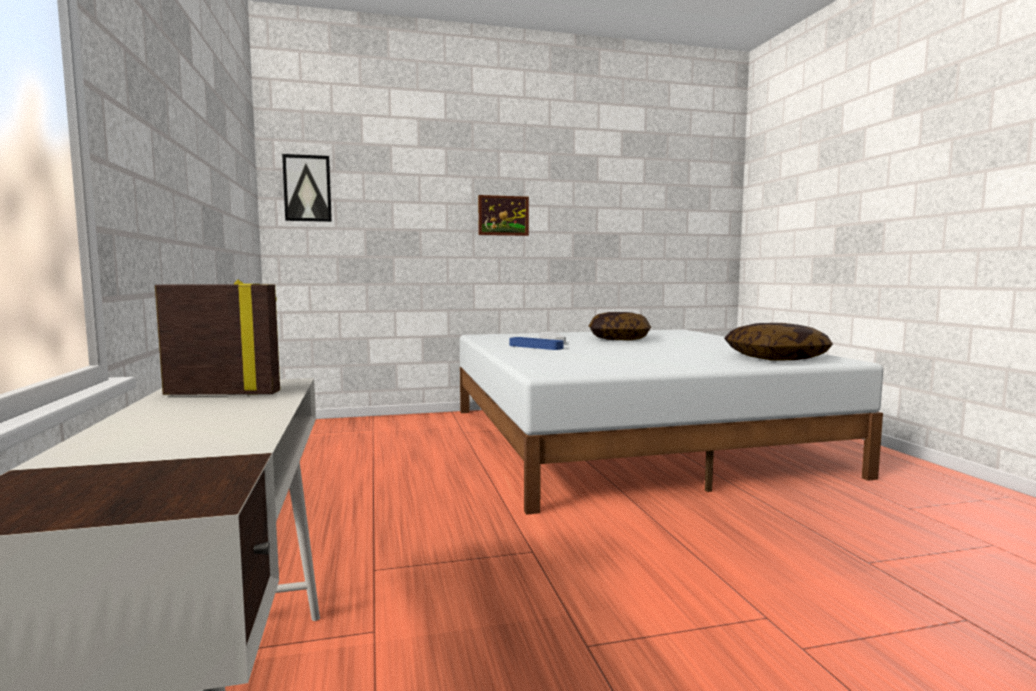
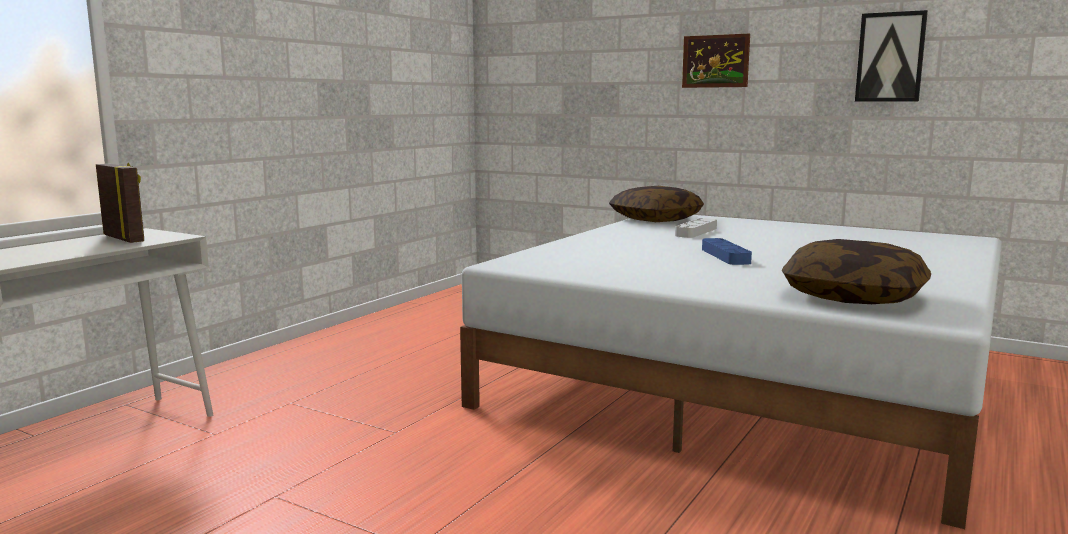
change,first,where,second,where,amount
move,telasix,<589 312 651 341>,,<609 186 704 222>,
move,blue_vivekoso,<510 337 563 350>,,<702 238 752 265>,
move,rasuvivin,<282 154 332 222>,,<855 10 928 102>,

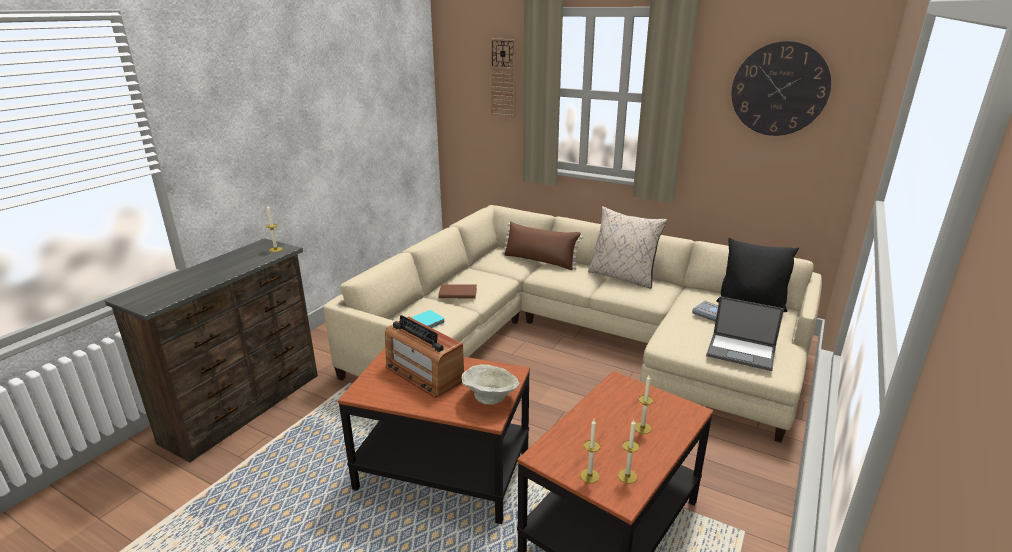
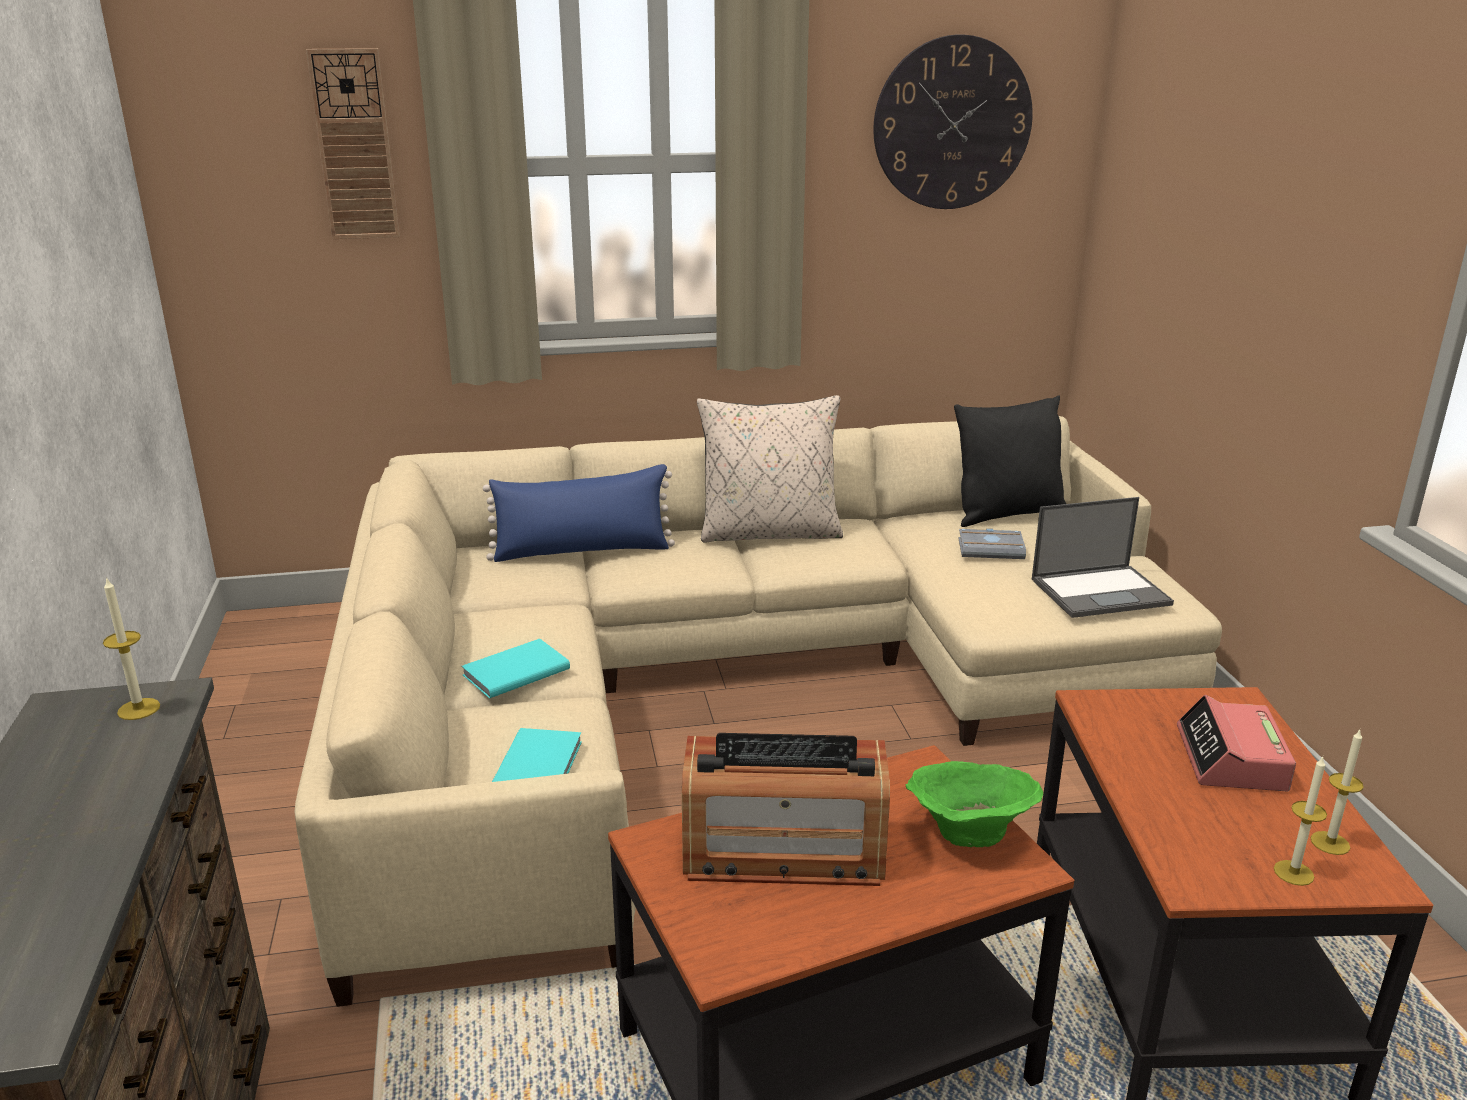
change,first,where,second,where,amount
recolor,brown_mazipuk,<438 284 477 298>,turquoise_mazipuk,<462 639 570 698>,
recolor,brown_telasix,<502 221 583 270>,blue_telasix,<483 464 675 562>,
recolor,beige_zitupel,<462 364 519 405>,green_zitupel,<906 761 1043 847>,
replace,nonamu,<635 375 654 434>,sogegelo,<1177 695 1296 791>,

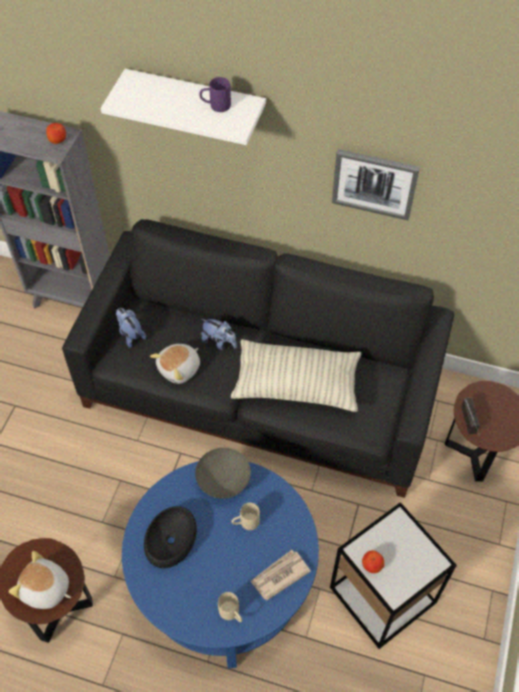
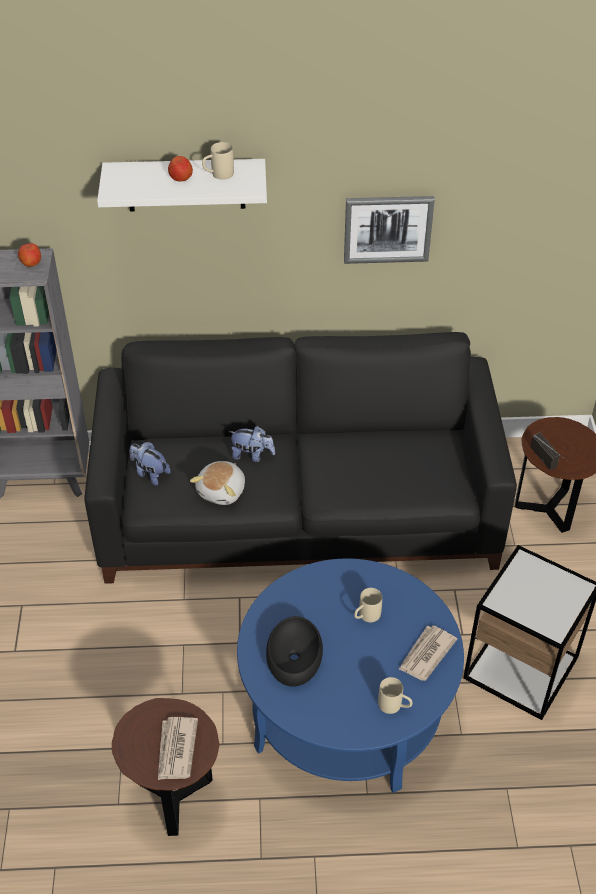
change,first,where,second,where,amount
replace,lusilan,<9 551 71 609>,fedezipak,<158 717 198 780>,
move,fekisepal,<362 550 385 573>,,<168 156 193 182>,
recolor,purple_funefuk,<199 77 231 112>,beige_funefuk,<202 142 234 180>,
delete,grey_zitupel,<195 448 251 499>,,,
delete,telasix,<230 339 361 412>,,,

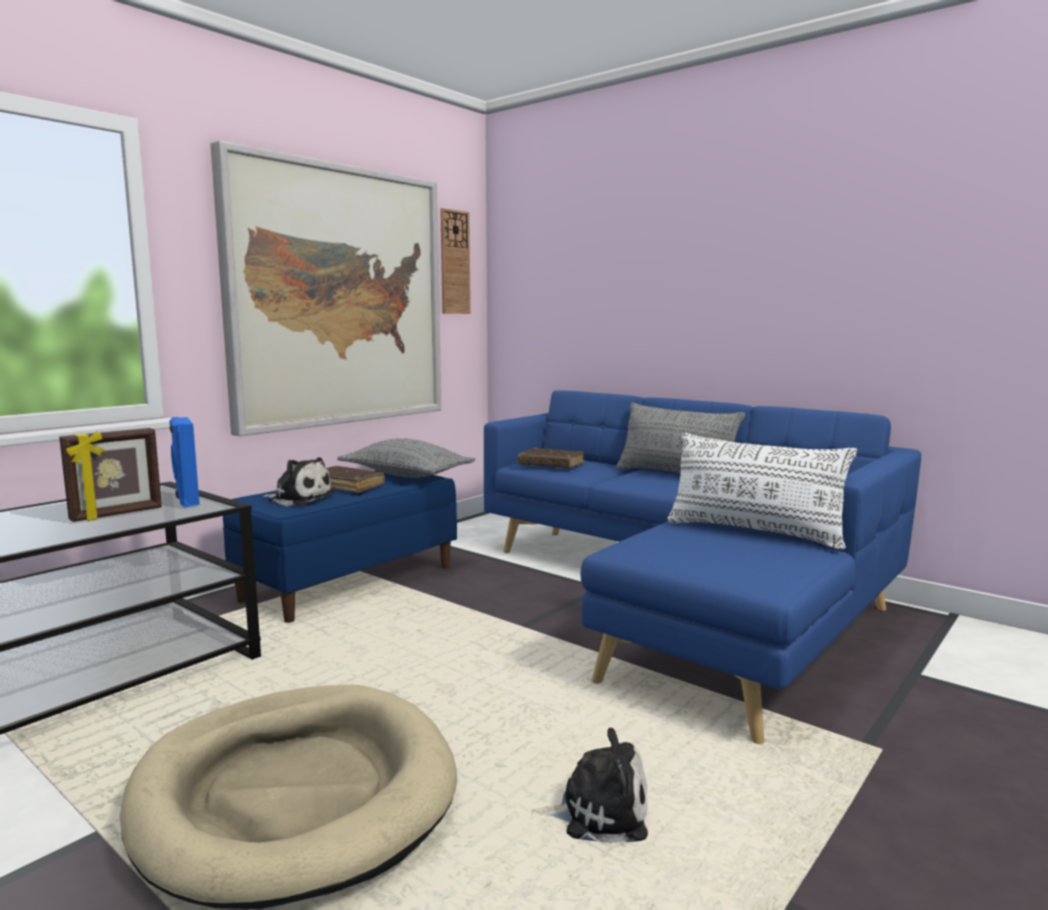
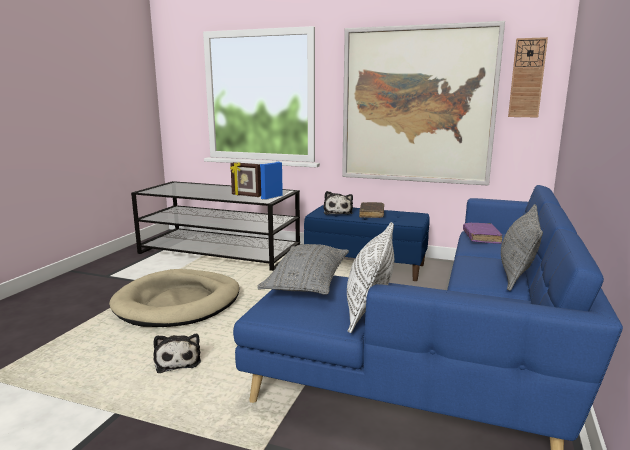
change,first,where,second,where,amount
move,grey_telasix,<337 438 475 478>,,<257 244 349 295>,
recolor,brown_mazipuk,<518 448 584 469>,purple_mazipuk,<463 223 502 244>,

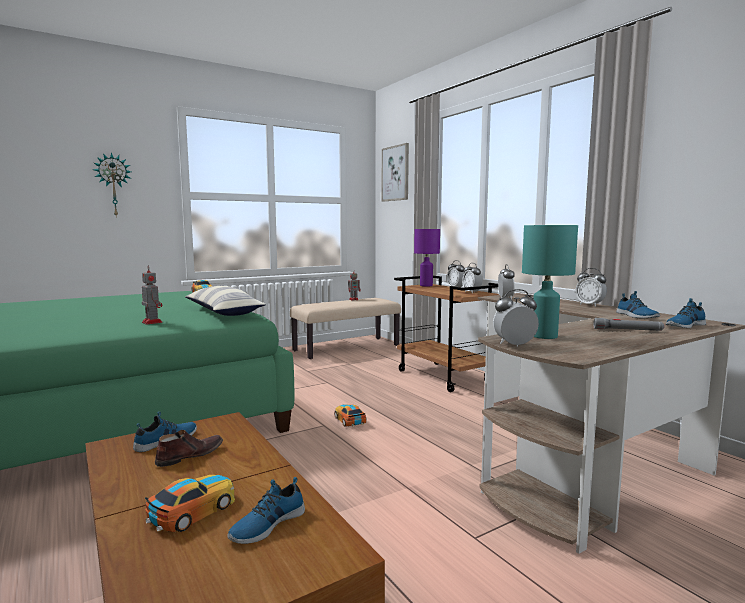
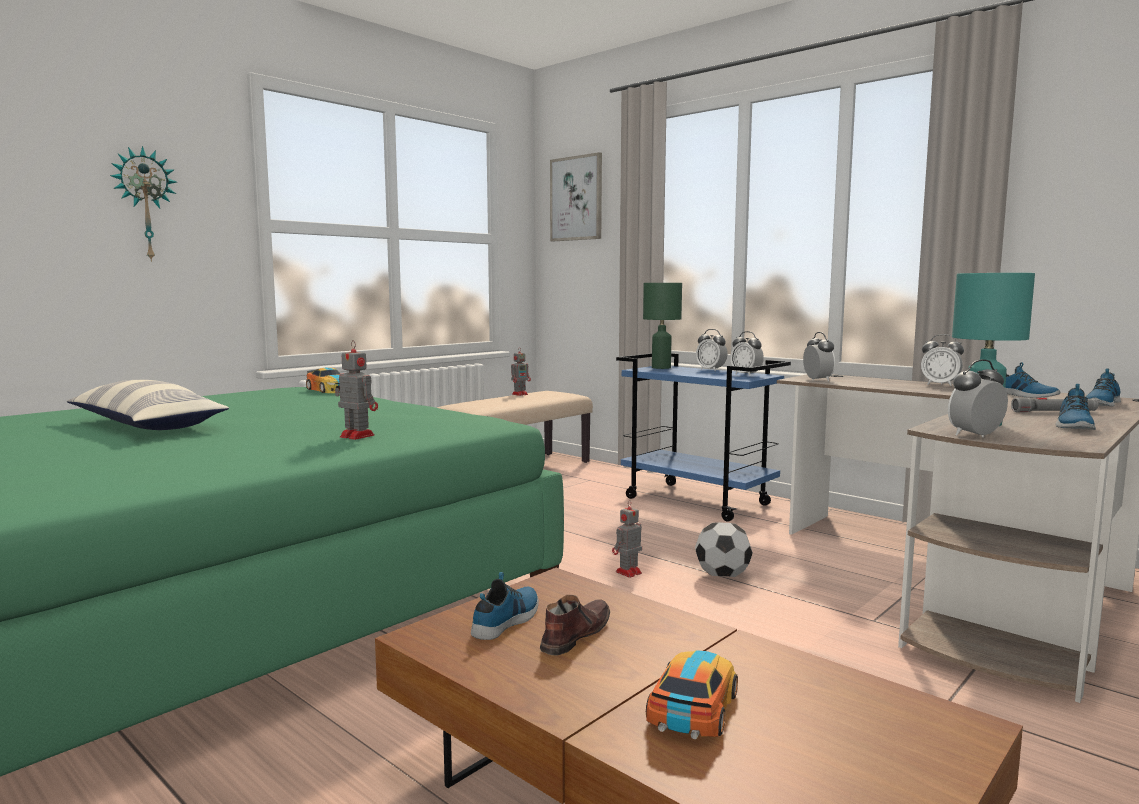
change,first,where,second,where,amount
move,telasix,<185 286 266 316>,,<67 380 229 430>,
replace,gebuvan,<334 404 367 427>,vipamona,<612 500 642 578>,
recolor,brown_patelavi,<394 275 499 392>,blue_patelavi,<616 353 791 522>,
recolor,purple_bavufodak,<414 229 440 286>,green_bavufodak,<643 283 682 369>,
insert,,,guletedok,<695 522 753 577>,
move,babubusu,<227 477 305 544>,,<1055 384 1096 430>,

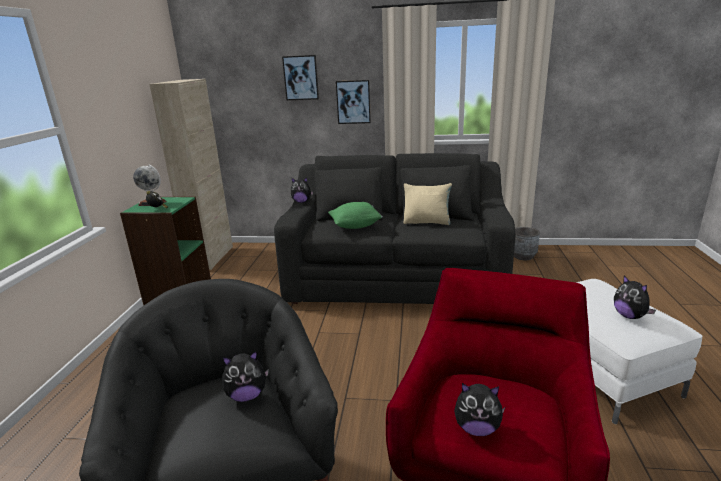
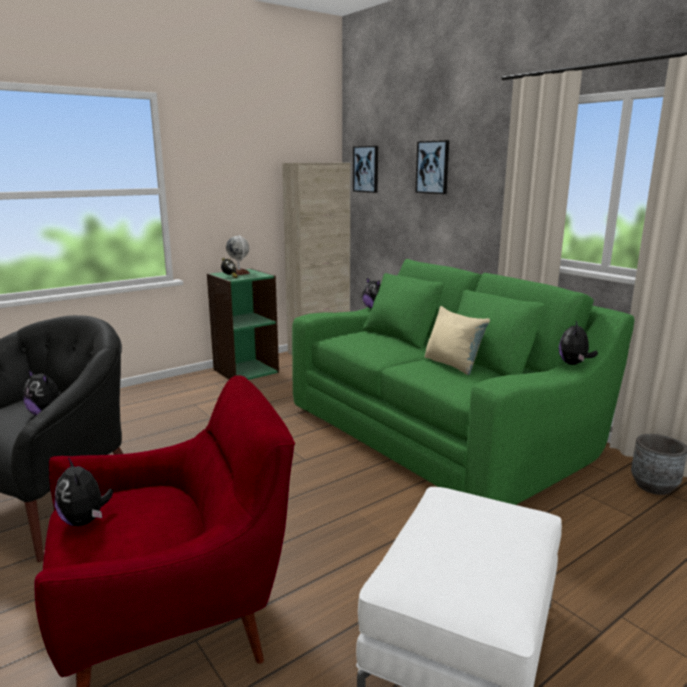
change,first,where,second,where,amount
recolor,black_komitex,<274 153 515 304>,green_komitex,<292 259 635 505>,
move,rasuvivin,<336 80 371 124>,,<353 146 378 193>,
move,lusilan,<614 275 656 319>,,<559 321 598 365>,
delete,green_telasix,<328 202 383 229>,,,

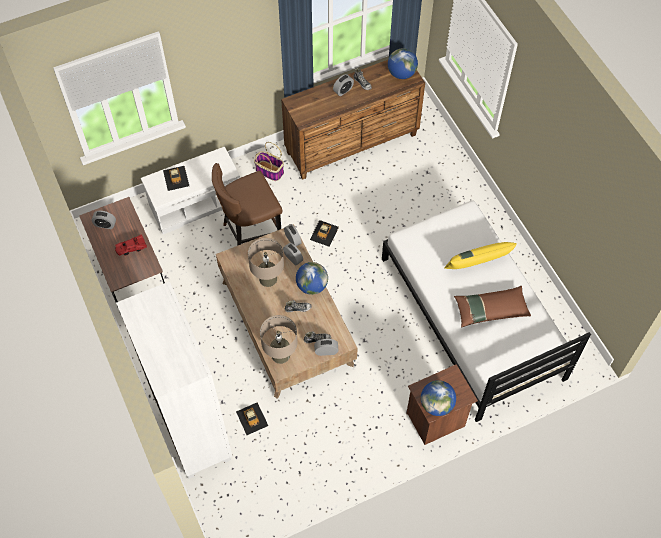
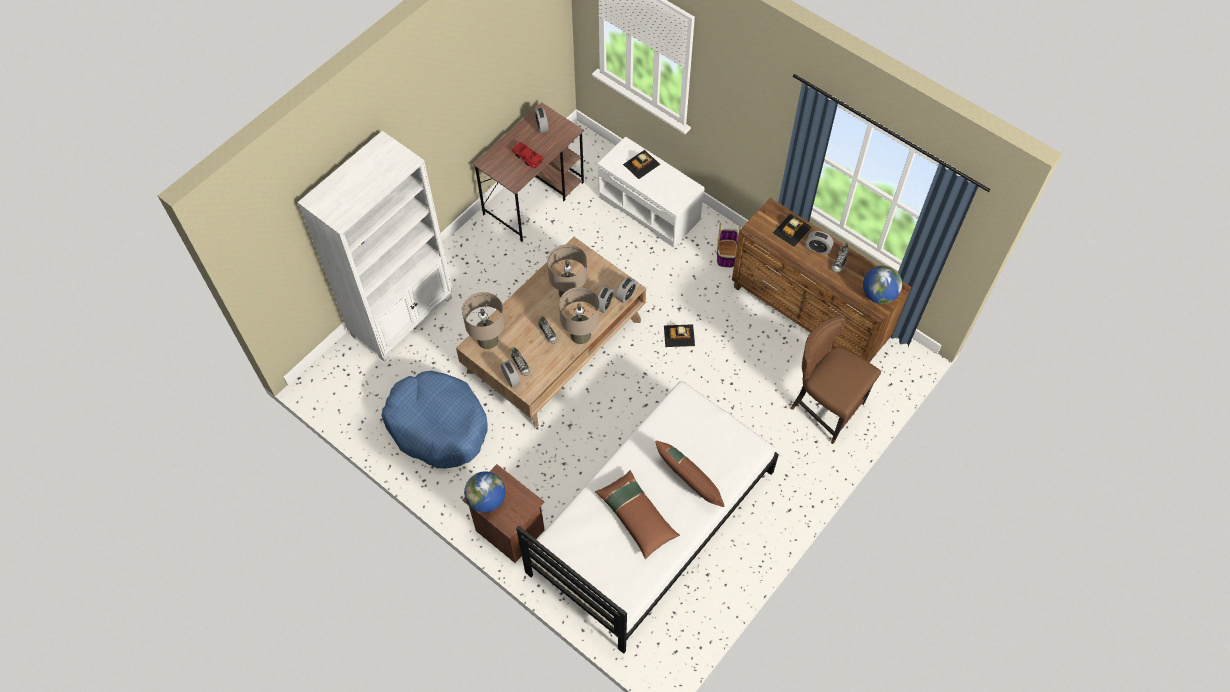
change,first,where,second,where,amount
insert,,,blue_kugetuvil,<382 370 488 468>,
replace,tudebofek,<296 262 328 295>,beige_bavufodak,<559 287 600 344>,
recolor,yellow_telasix,<444 242 517 269>,brown_telasix,<656 441 725 507>,
move,gebuvan,<236 402 268 435>,,<773 214 812 247>,
move,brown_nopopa,<212 163 282 246>,,<791 315 881 444>,

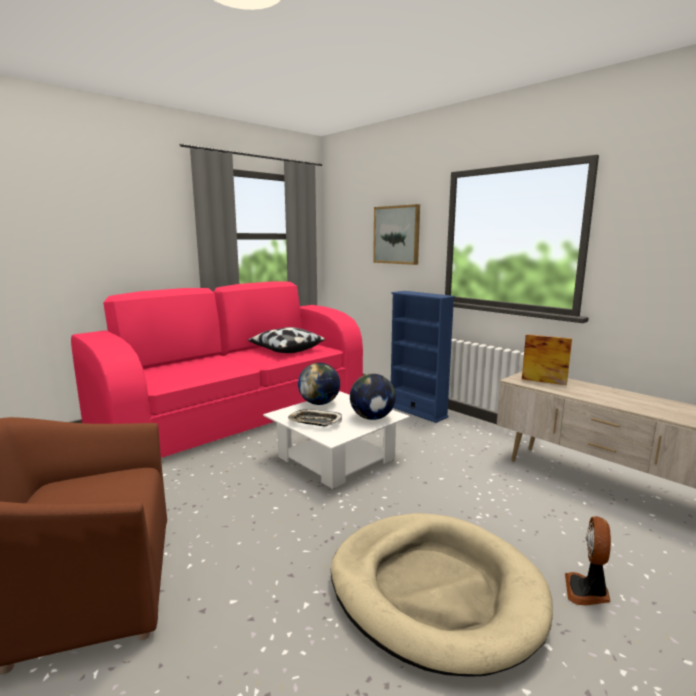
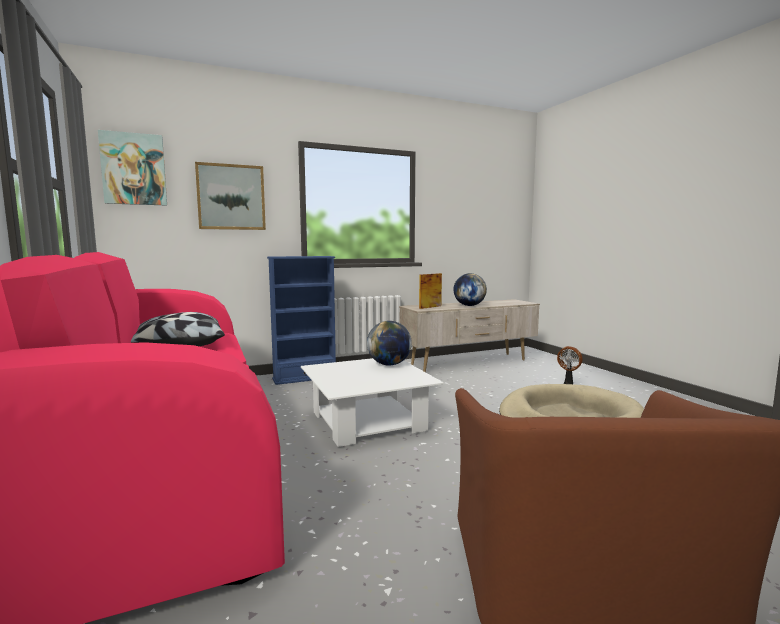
change,first,where,second,where,amount
insert,,,rasuvivin,<98 130 167 206>,
move,tudebofek,<298 363 340 405>,,<453 273 487 306>,
delete,vivekoso,<288 409 342 426>,,,

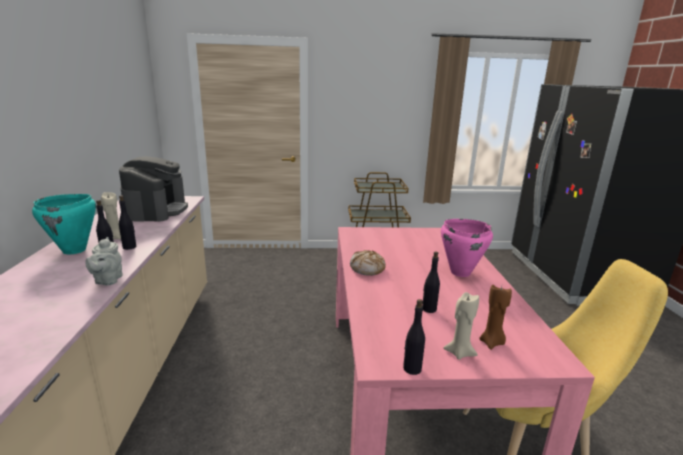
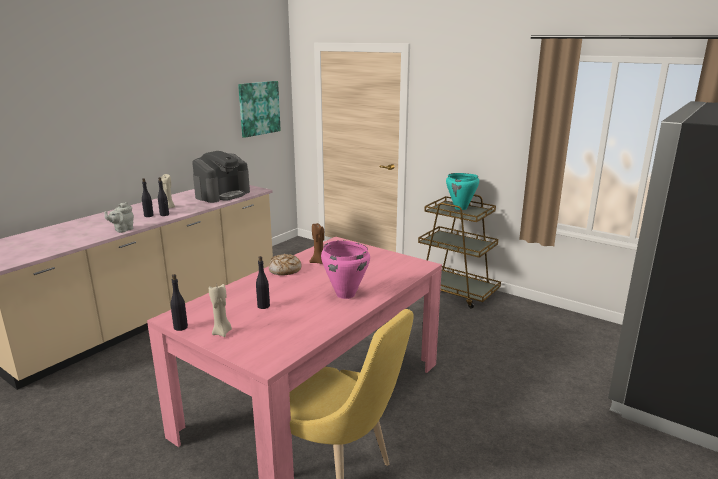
change,first,where,second,where,amount
insert,,,rasuvivin,<238 81 281 138>,
move,brown_nonamu,<479 285 512 350>,,<310 223 325 264>,
move,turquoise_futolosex,<32 194 96 254>,,<446 173 479 210>,

